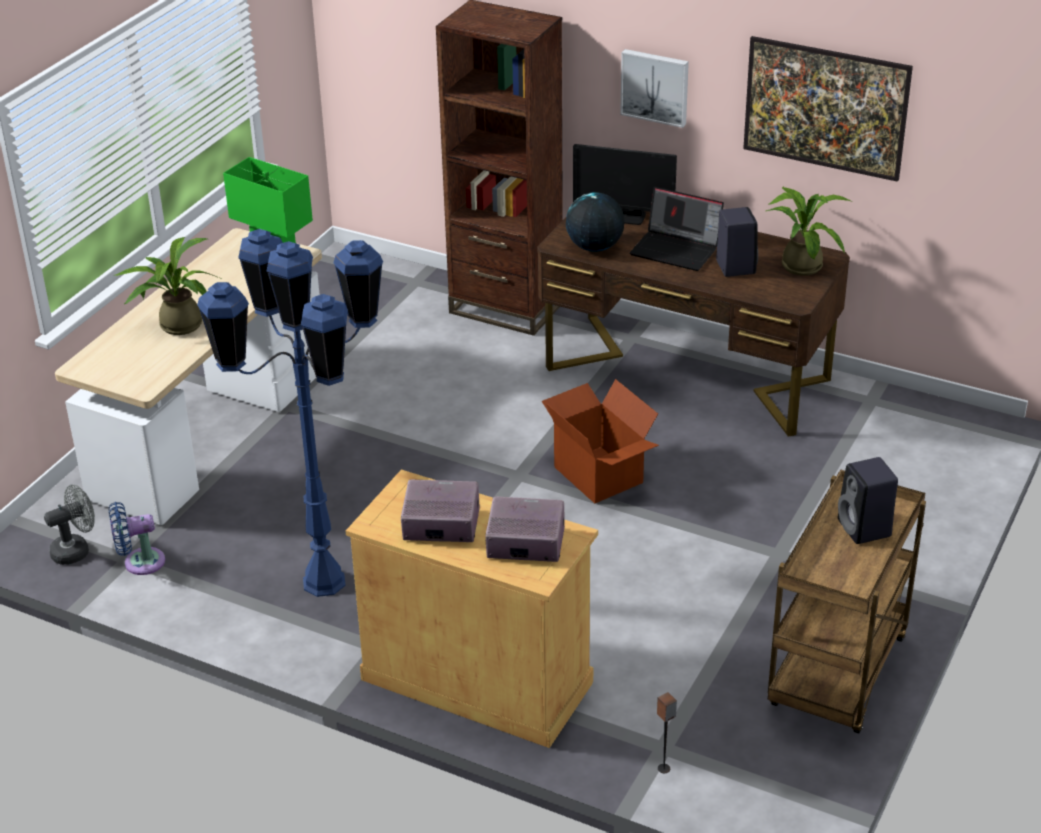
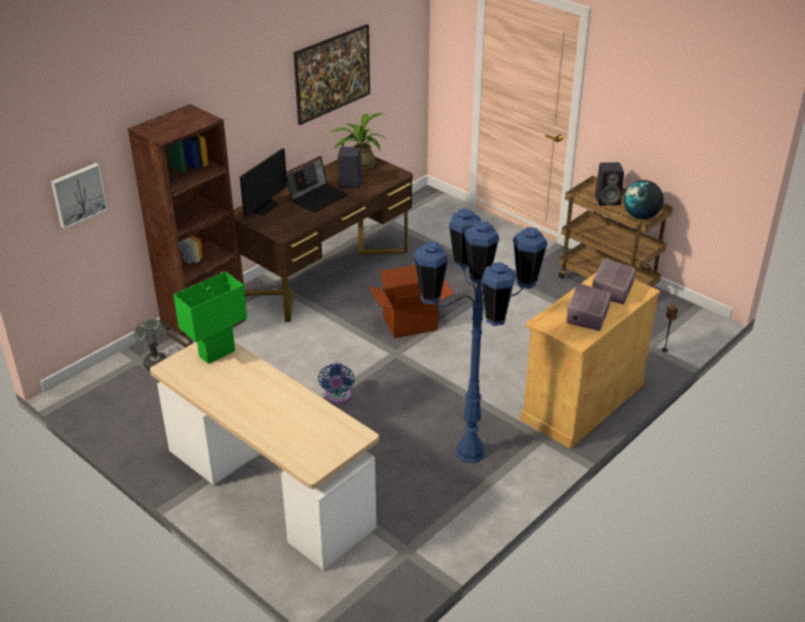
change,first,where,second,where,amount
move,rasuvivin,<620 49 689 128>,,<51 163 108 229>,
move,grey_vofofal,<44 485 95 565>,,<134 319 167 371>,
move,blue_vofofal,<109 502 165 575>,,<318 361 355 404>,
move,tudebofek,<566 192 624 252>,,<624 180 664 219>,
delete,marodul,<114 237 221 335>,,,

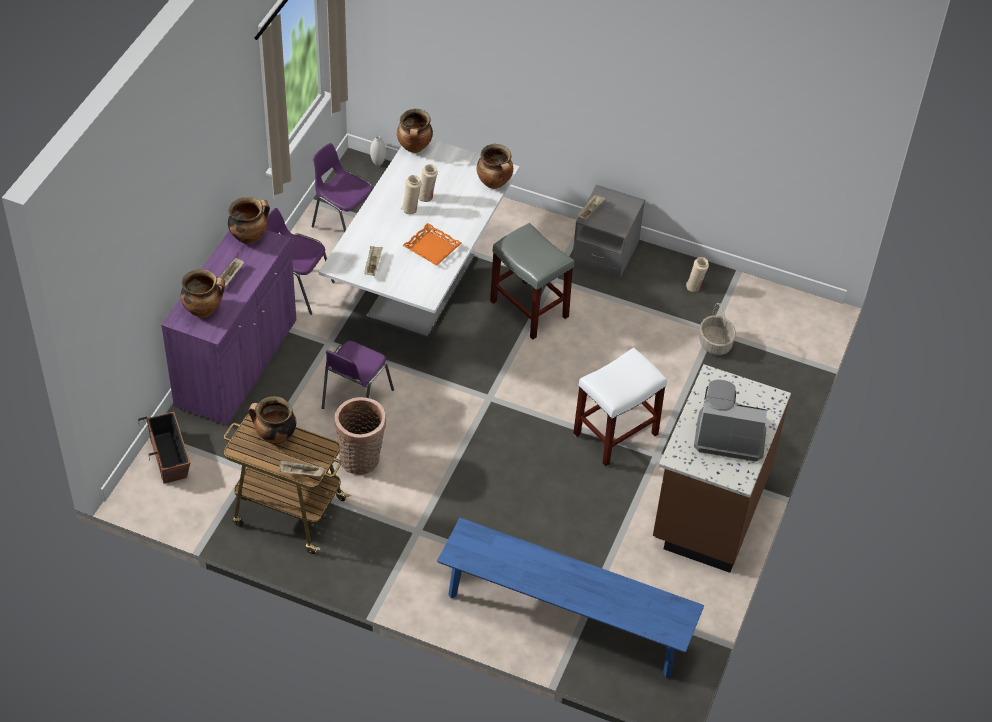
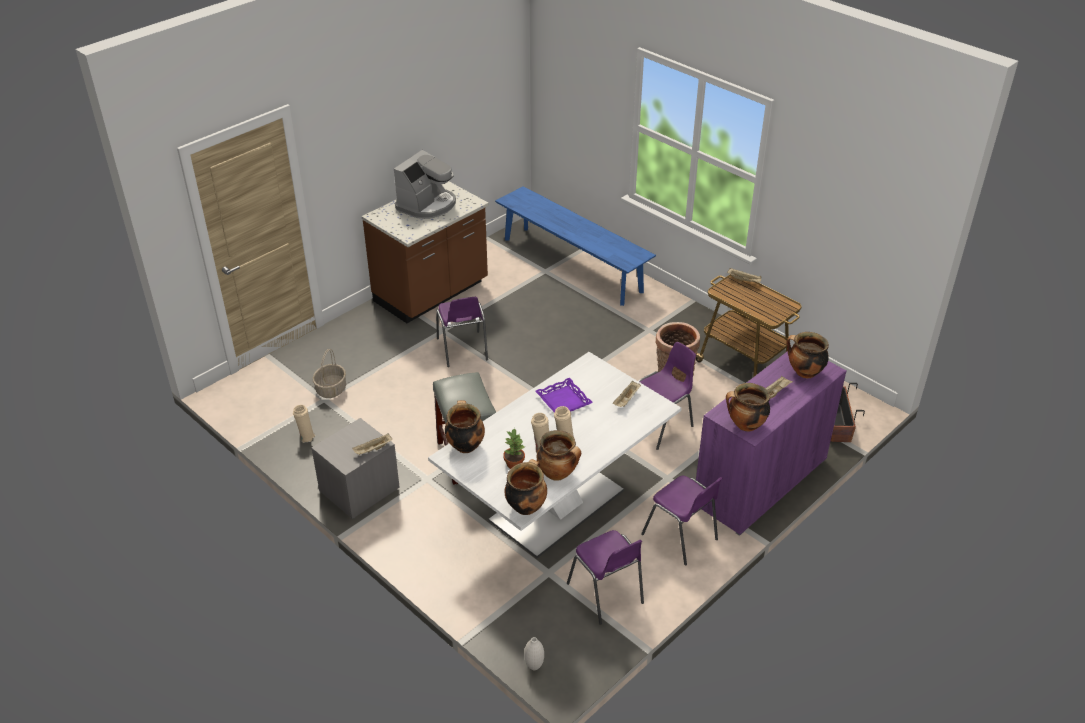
change,first,where,second,where,amount
rotate,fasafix,<694 379 768 462>,,<394 150 456 219>,90 degrees counterclockwise
replace,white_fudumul,<573 347 667 467>,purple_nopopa,<436 297 488 367>,
insert,,,marodul,<503 428 525 469>,
recolor,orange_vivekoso,<402 223 462 266>,purple_vivekoso,<535 378 593 412>,
move,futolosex,<248 396 296 444>,,<537 430 581 481>,

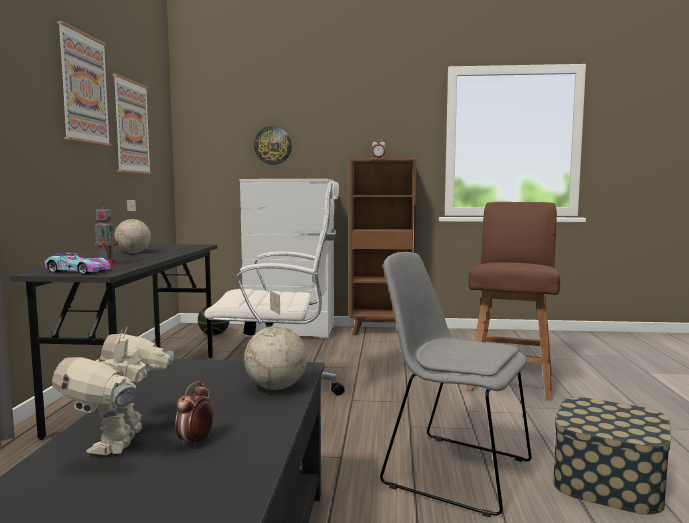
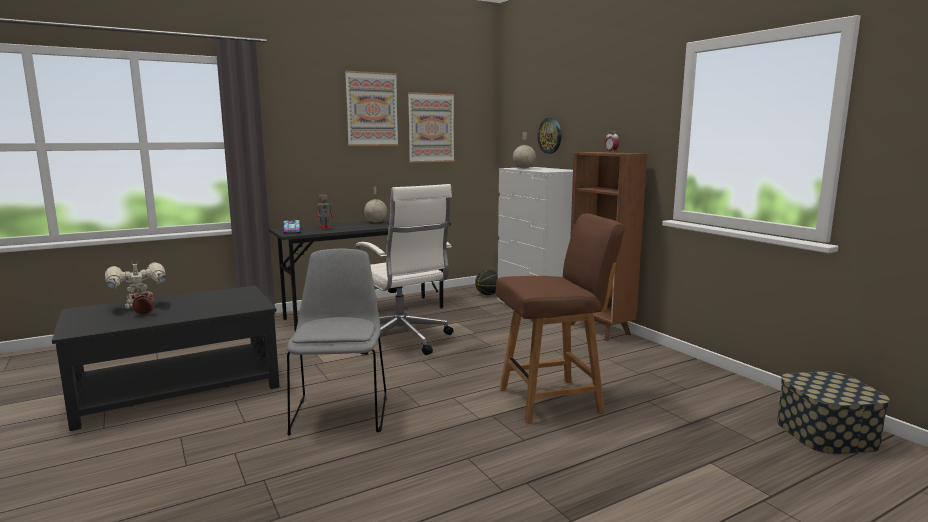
change,first,where,second,where,amount
move,tudebofek,<244 291 307 390>,,<513 132 536 169>,
move,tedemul,<553 397 671 515>,,<777 371 890 454>,

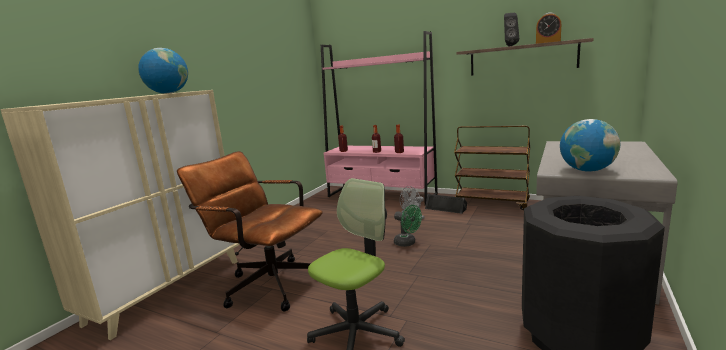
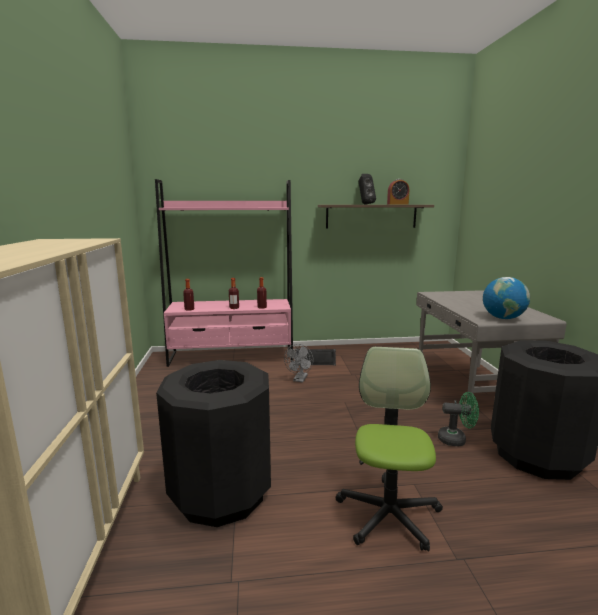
change,first,where,second,where,amount
replace,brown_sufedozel,<177 151 323 312>,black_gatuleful,<156 360 271 527>,
move,green_vofofal,<394 205 422 247>,,<438 392 479 446>,
delete,tudebofek,<138 48 188 94>,,,
delete,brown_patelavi,<454 126 530 210>,,,

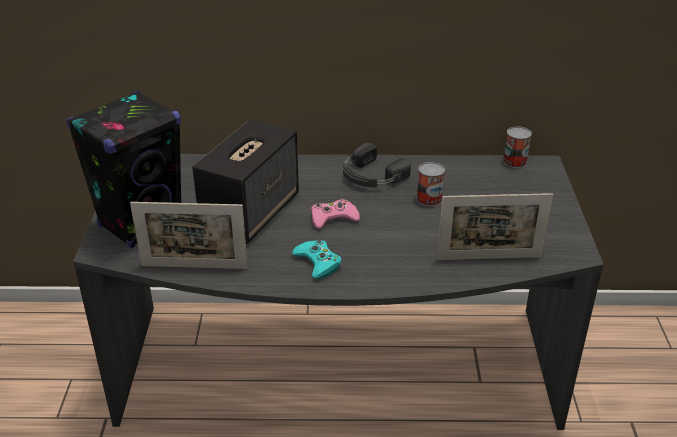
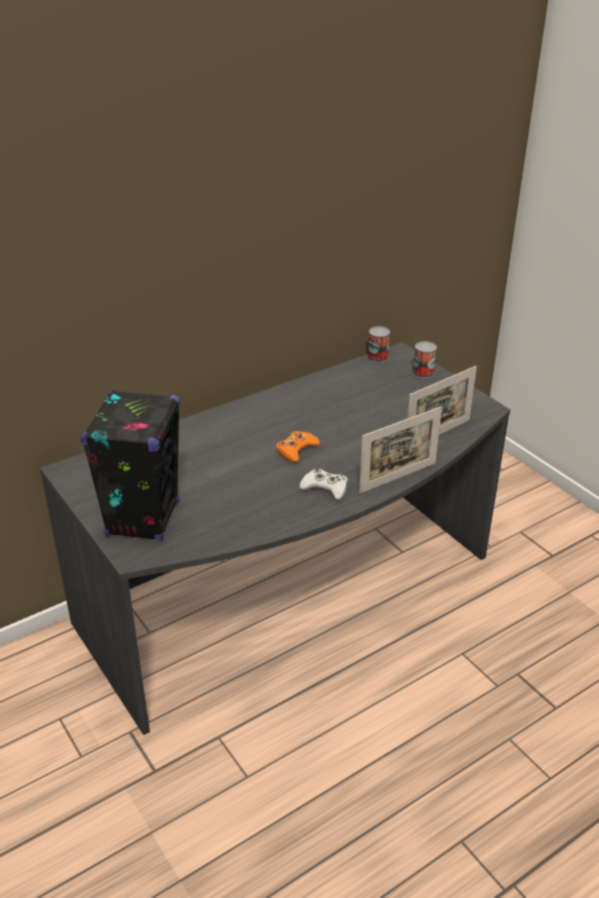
change,first,where,second,where,amount
recolor,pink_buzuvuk,<311 199 360 228>,orange_buzuvuk,<276 431 320 463>,
recolor,turquoise_buzuvuk,<292 240 342 279>,white_buzuvuk,<299 468 348 500>,
move,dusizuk,<130 202 248 269>,,<359 407 442 493>,
move,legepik,<417 162 445 206>,,<413 341 437 378>,
delete,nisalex,<192 119 299 244>,,,
delete,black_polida,<343 143 411 187>,,,

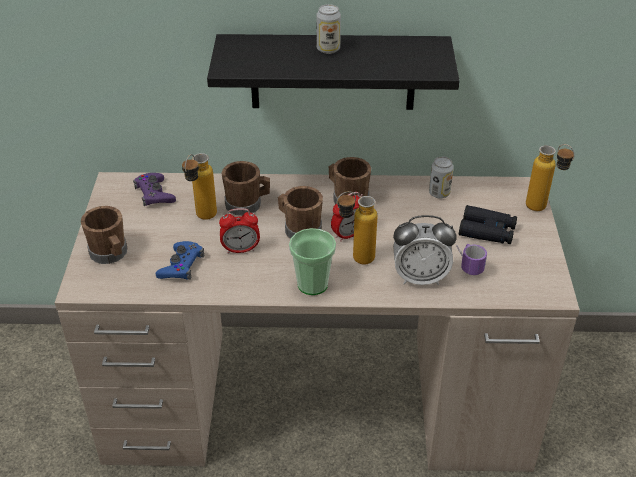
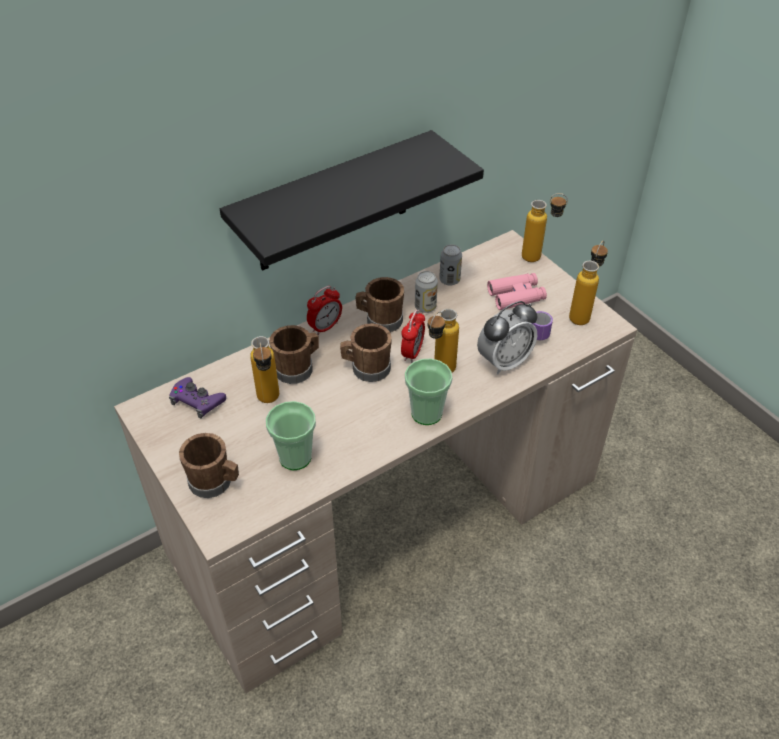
change,first,where,second,where,amount
replace,blue_buzuvuk,<156 241 204 280>,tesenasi,<266 401 316 470>,
move,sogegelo,<219 208 260 253>,,<307 286 342 335>,
move,legepik,<316 4 341 54>,,<415 271 438 313>,
recolor,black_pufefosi,<459 205 517 244>,pink_pufefosi,<487 273 547 310>,
insert,,,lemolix,<569 240 608 325>,

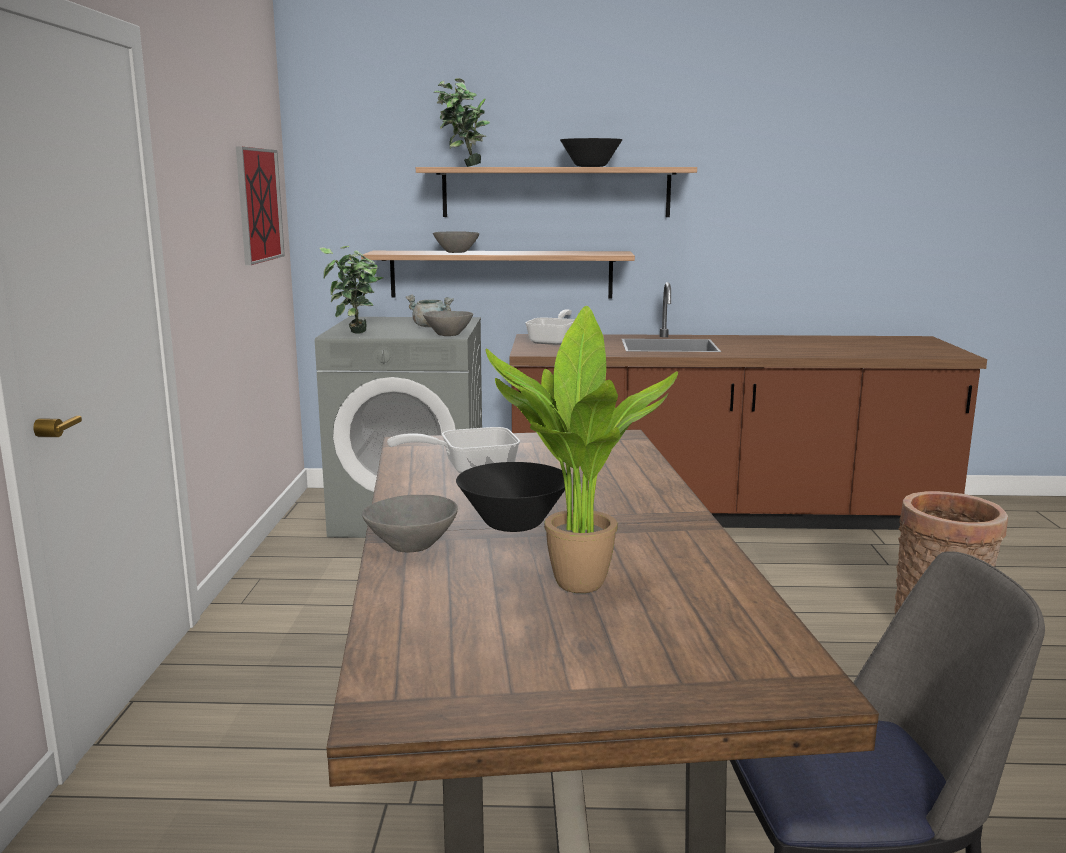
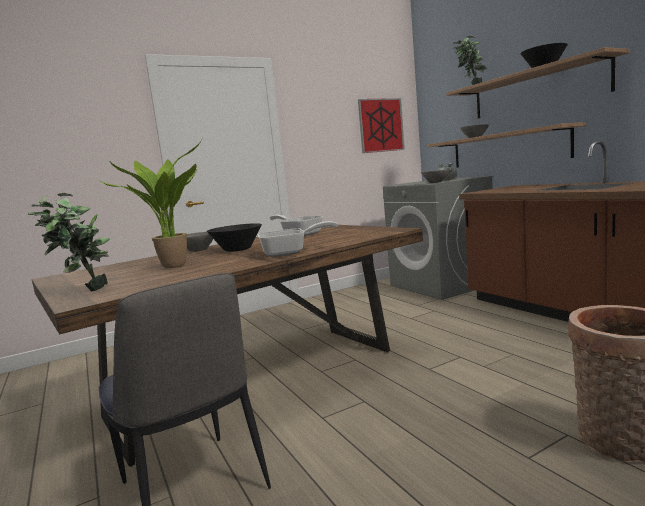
change,first,where,second,where,amount
move,marodul,<319 246 384 333>,,<27 193 110 292>,
move,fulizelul,<525 309 575 345>,,<257 221 338 257>,

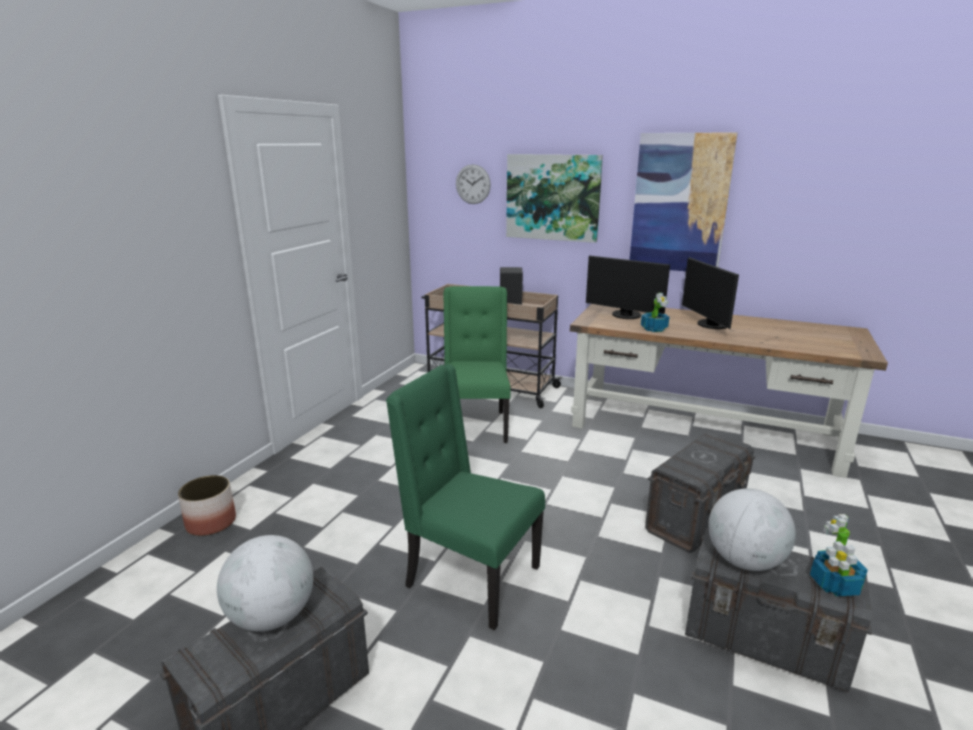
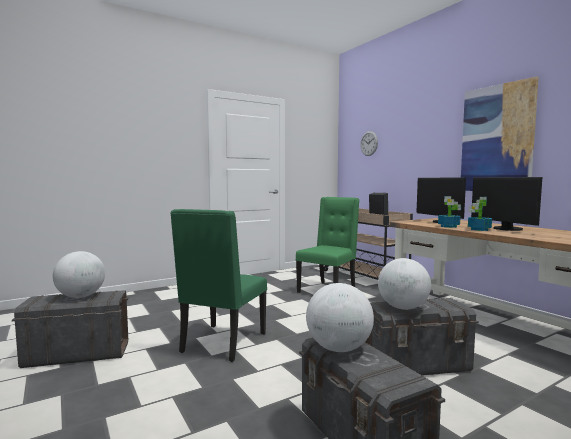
change,first,where,second,where,amount
rotate,green_nopopa,<386 364 545 630>,,<170 209 267 362>,135 degrees counterclockwise
insert,,,tudebofek,<378 258 431 310>,
move,marodul,<810 514 868 597>,,<468 197 492 231>,
rotate,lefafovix,<682 257 739 329>,,<471 177 542 231>,45 degrees counterclockwise
delete,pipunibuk,<178 475 236 536>,,,
delete,rasuvivin,<506 154 603 243>,,,

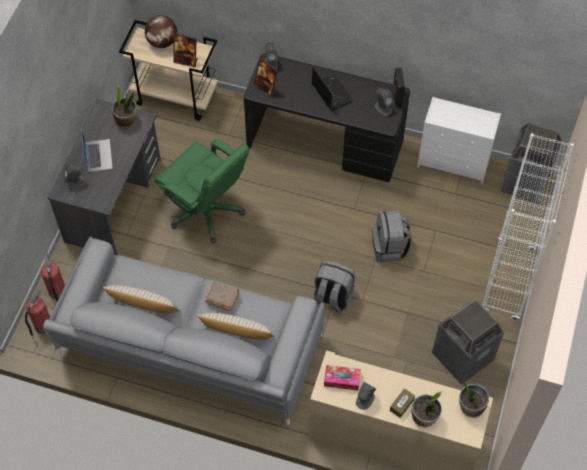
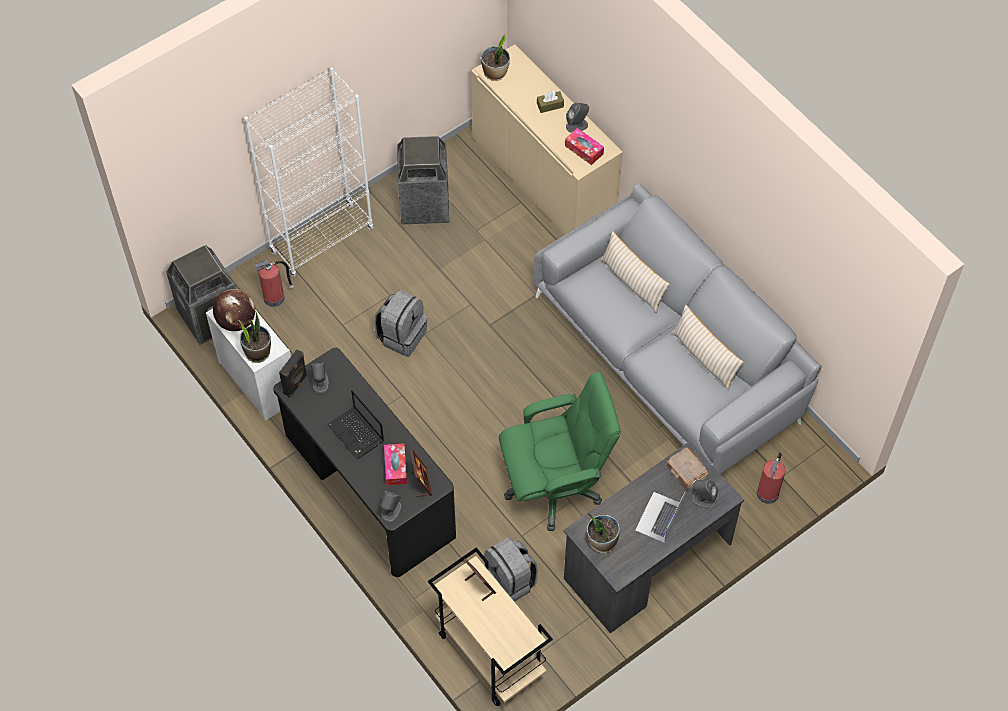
change,first,where,second,where,amount
move,tudebofek,<145 15 177 48>,,<213 289 255 331>,
move,marodul,<411 391 442 427>,,<238 311 271 363>,
move,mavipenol,<25 289 50 339>,,<254 261 293 307>,
rotate,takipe,<312 67 353 111>,,<327 390 384 459>,45 degrees counterclockwise
insert,,,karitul,<384 444 407 485>,
move,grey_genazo,<314 261 355 313>,,<483 537 538 602>,
rotate,green_sufedozel,<155 139 250 243>,,<499 372 621 531>,90 degrees clockwise
move,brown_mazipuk,<205 282 239 311>,,<666 447 708 490>,

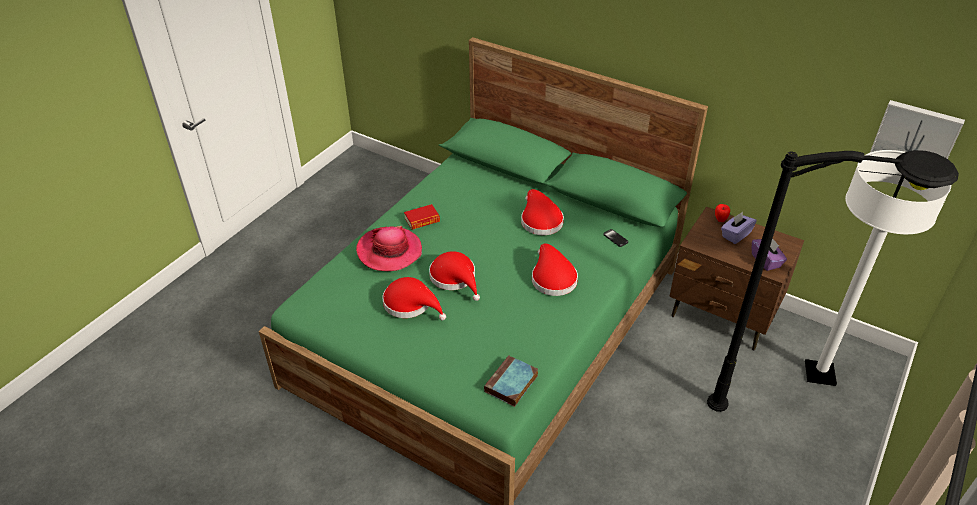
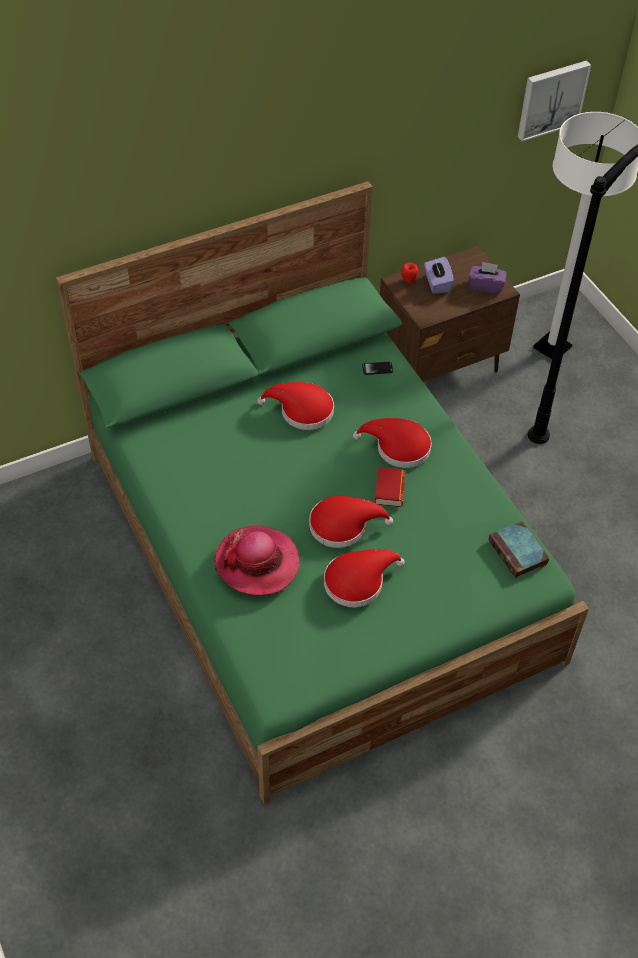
change,first,where,second,where,amount
move,mazipuk,<404 204 440 230>,,<375 467 406 507>,

